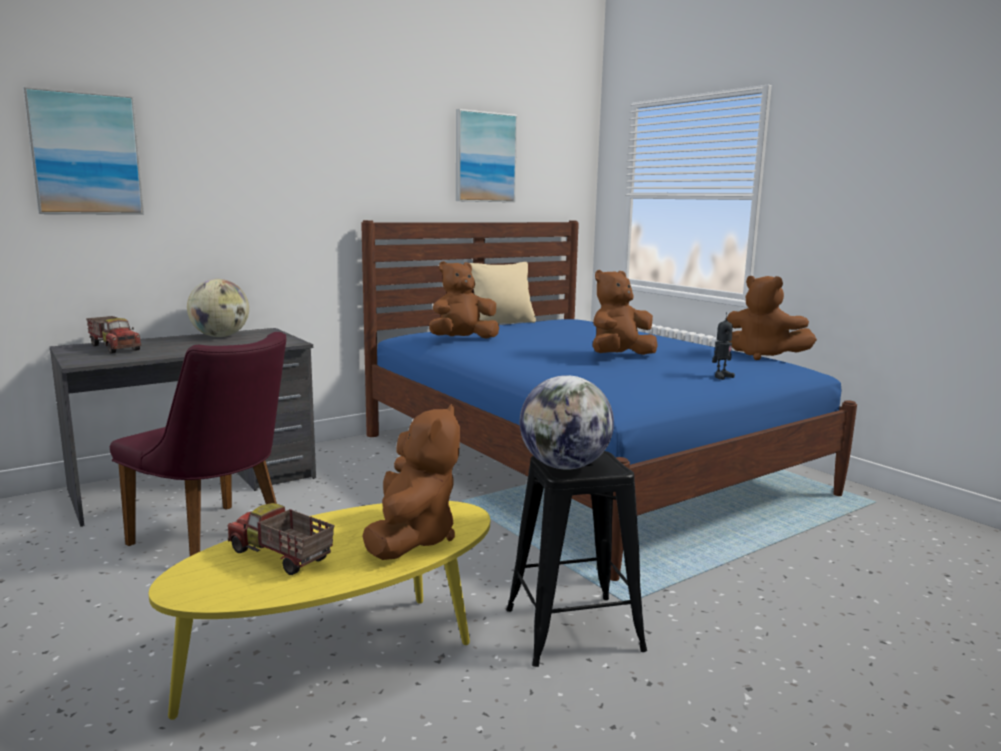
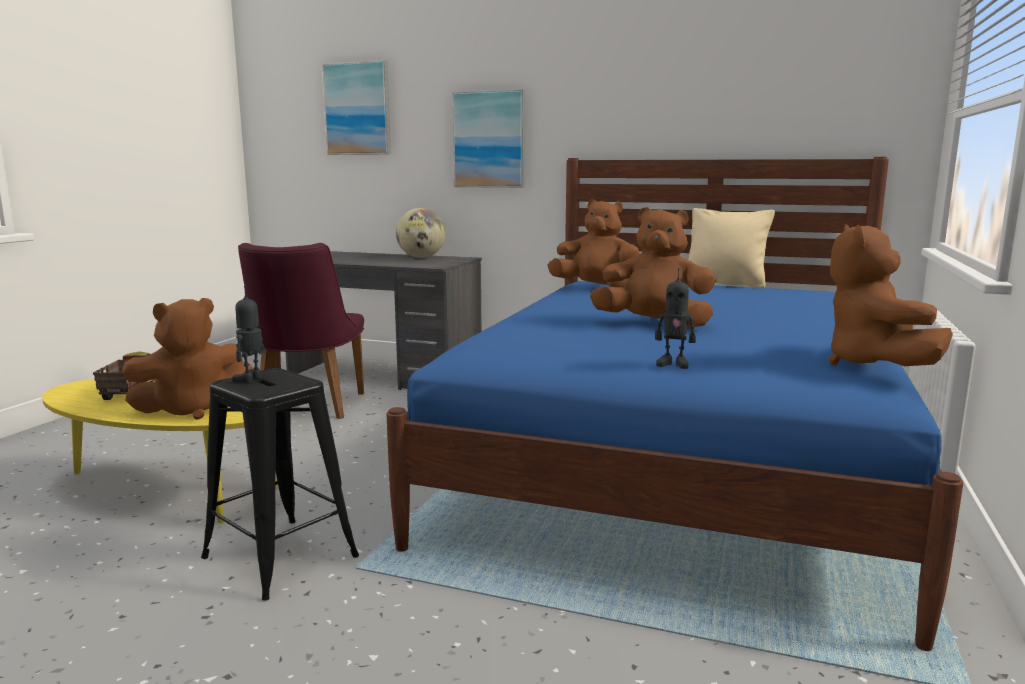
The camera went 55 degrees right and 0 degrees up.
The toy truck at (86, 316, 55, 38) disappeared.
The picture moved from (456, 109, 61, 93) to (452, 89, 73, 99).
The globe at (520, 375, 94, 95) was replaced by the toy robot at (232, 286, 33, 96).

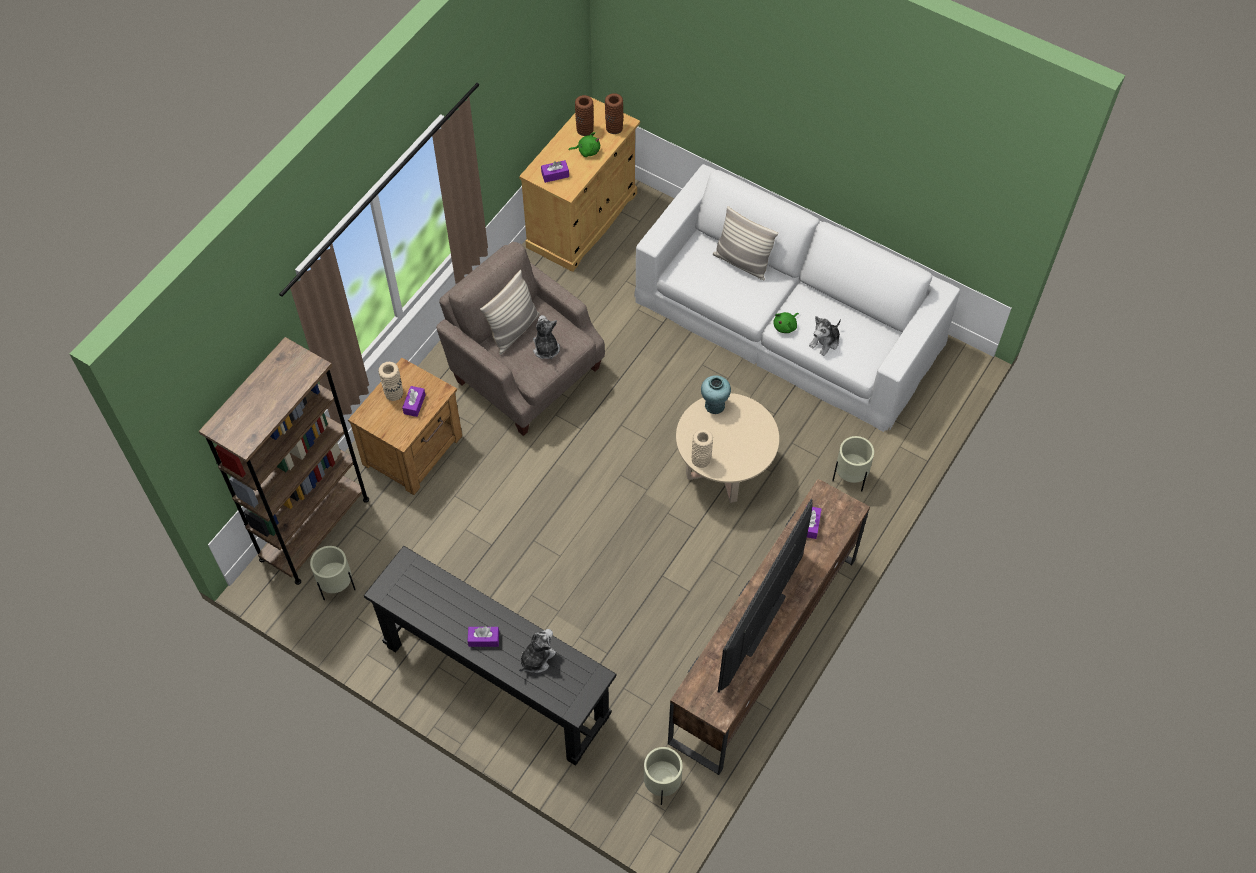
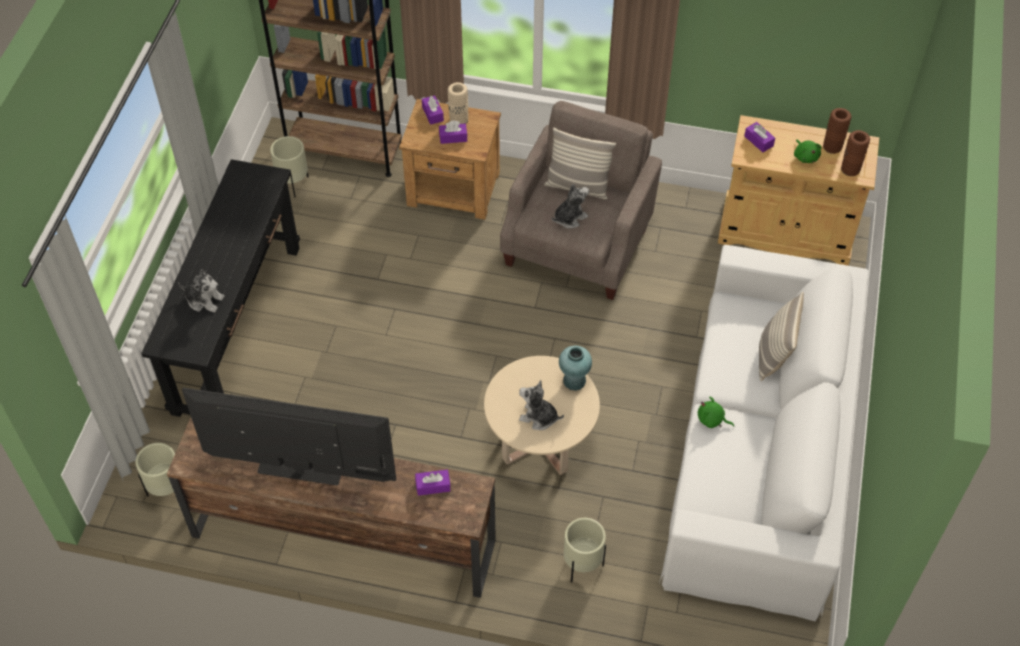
The camera went 70 degrees right and 5 degrees down.
The purple tissue box moved from (467, 627, 32, 20) to (422, 95, 22, 30).
The beige vase at (691, 429, 22, 39) disappeared.
The plush toy moved from (809, 316, 32, 40) to (519, 380, 45, 50).

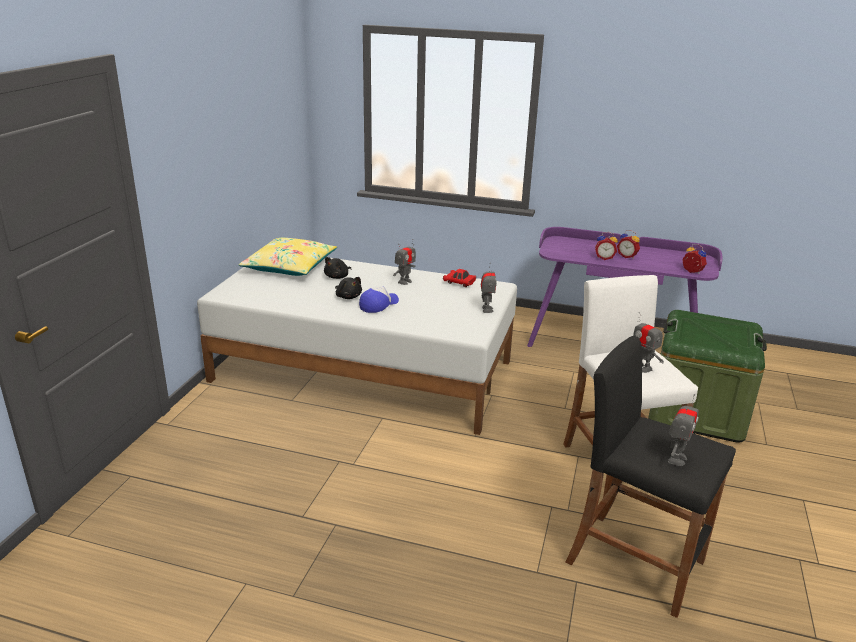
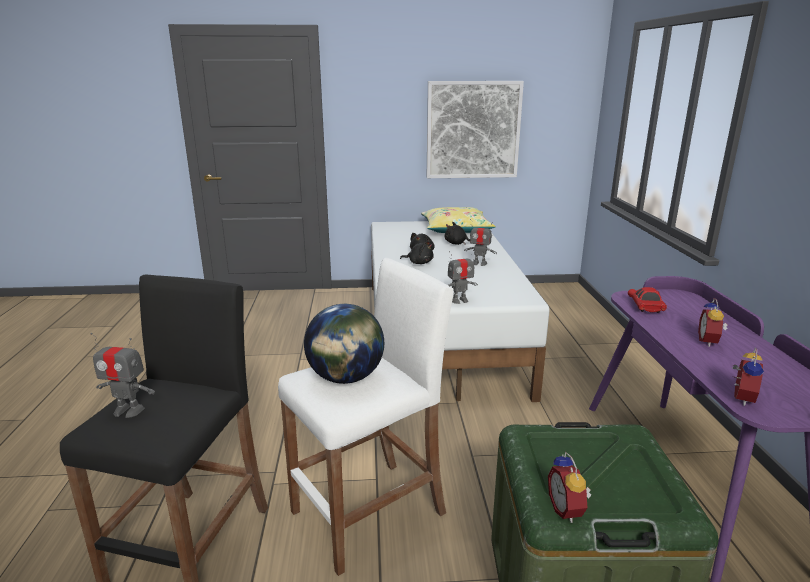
The camera went 70 degrees right and 5 degrees down.
The cap at (359, 287, 40, 26) was replaced by the black plush toy at (400, 241, 34, 23).
The red toy car moved from (443, 269, 33, 18) to (628, 287, 39, 26).
The alarm clock moved from (595, 232, 23, 28) to (548, 452, 43, 71).
The toy robot at (633, 312, 31, 61) was replaced by the globe at (304, 304, 80, 80).
The picture at (427, 81, 97, 97) appeared.

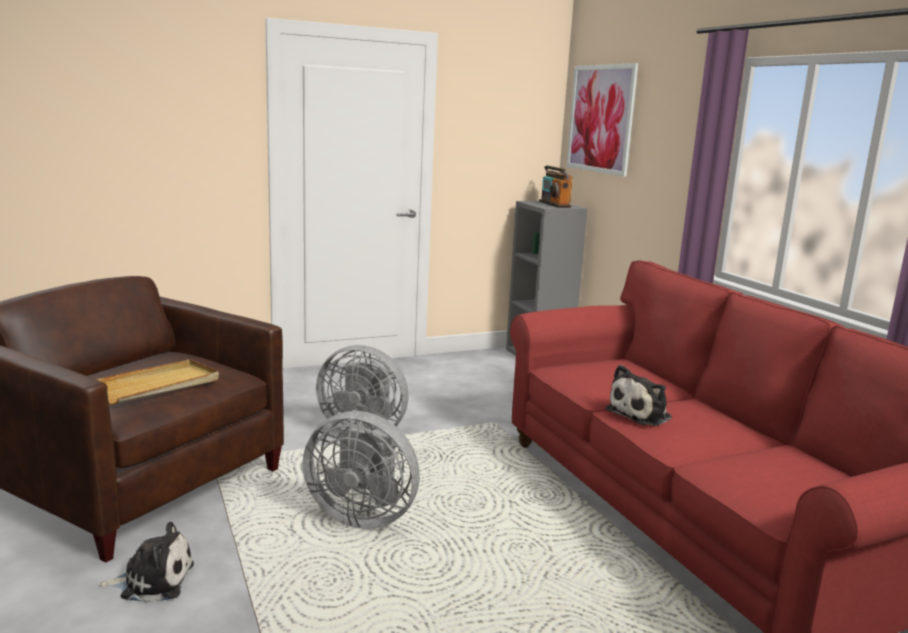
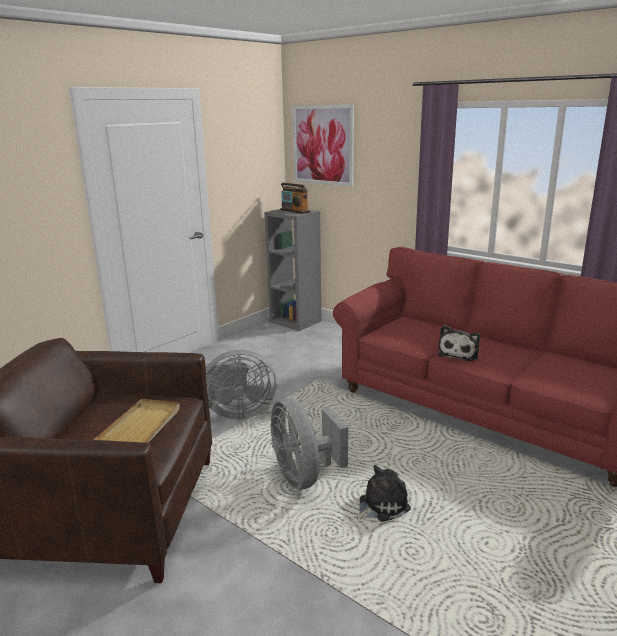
The camera went 25 degrees left and 5 degrees up.
The plush toy moved from (98, 522, 96, 81) to (356, 465, 55, 57).
The grey fan at (302, 411, 118, 118) turned 75 degrees clockwise.

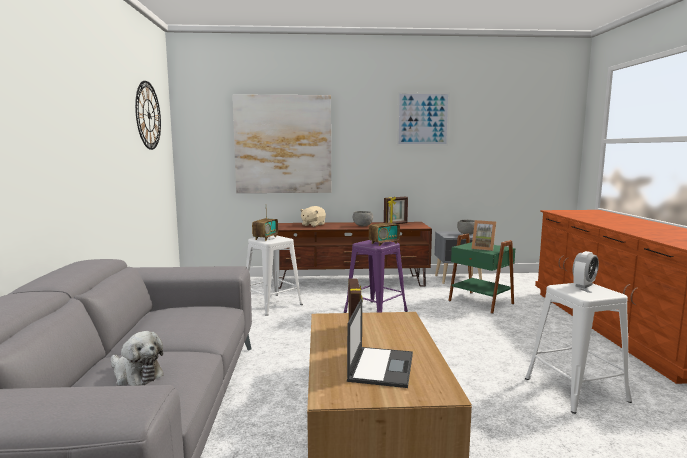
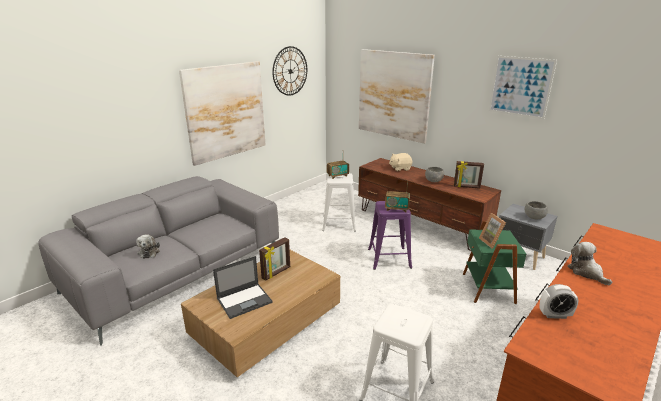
The camera went 45 degrees right and 15 degrees up.
The alarm clock moved from (573, 251, 26, 38) to (540, 284, 39, 35).
The picture at (179, 61, 86, 105) appeared.
The plush toy at (567, 242, 45, 43) appeared.

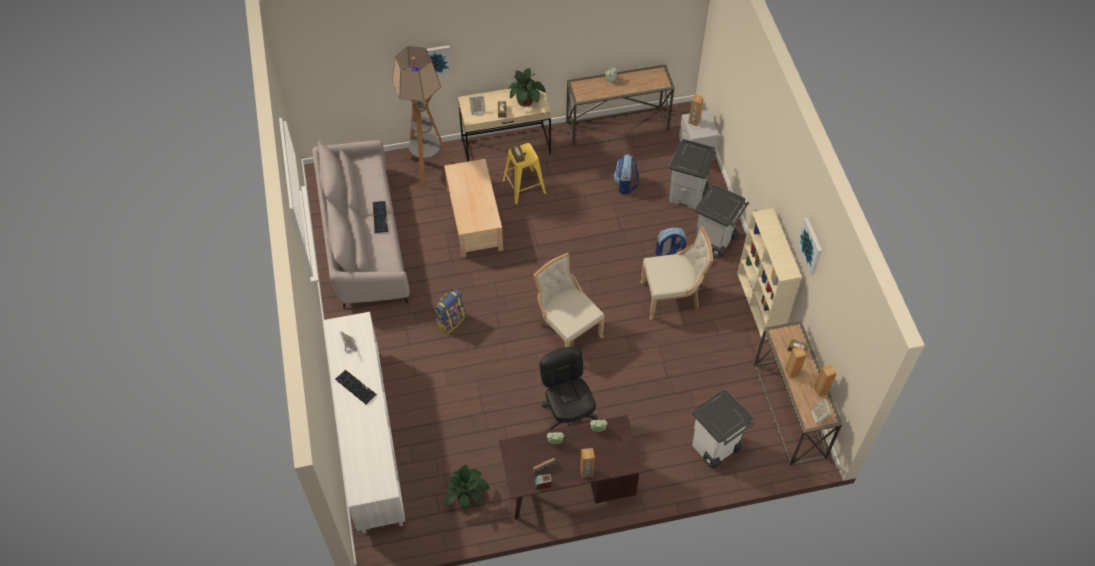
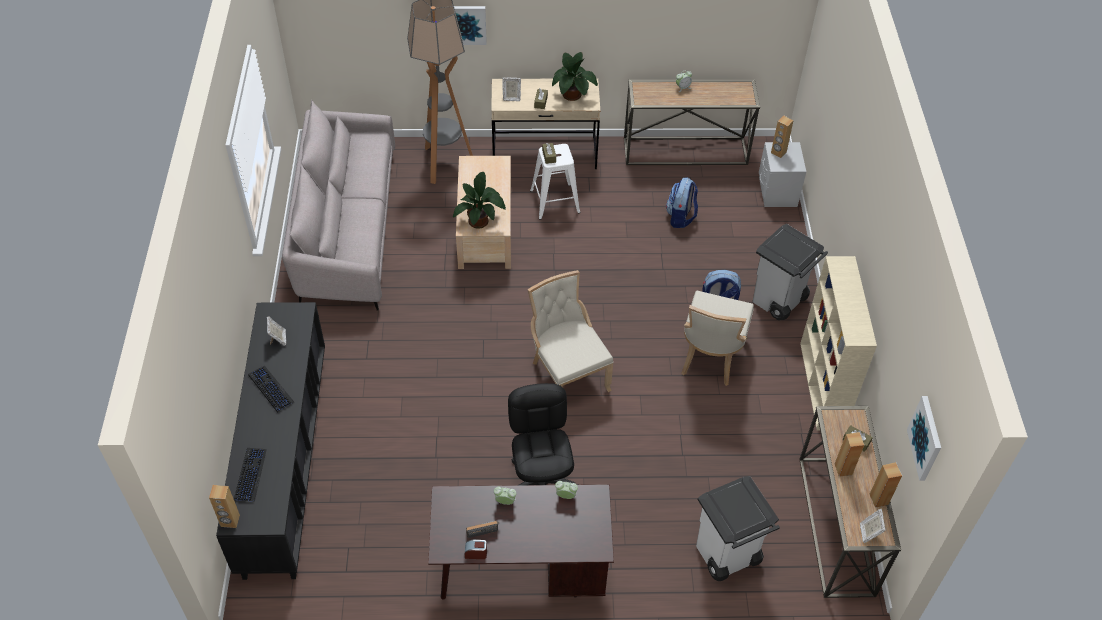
The camera went 10 degrees right and 5 degrees down.
The white cabinet at (324, 312, 81, 222) became the black cabinet at (216, 302, 109, 278).
The keyboard moved from (373, 201, 15, 32) to (234, 448, 32, 54).
The backpack at (435, 289, 31, 45) disappeared.
The potted plant moved from (445, 465, 44, 45) to (453, 172, 53, 57).
The yellow stool at (502, 143, 44, 62) became the white stool at (530, 144, 50, 76).
The brown speaker moved from (580, 448, 15, 30) to (209, 485, 31, 43).
The beige chair at (640, 226, 73, 94) turned 105 degrees clockwise.
The grey trash can at (669, 139, 47, 70) disappeared.
The picture moved from (797, 217, 25, 58) to (907, 396, 34, 85).

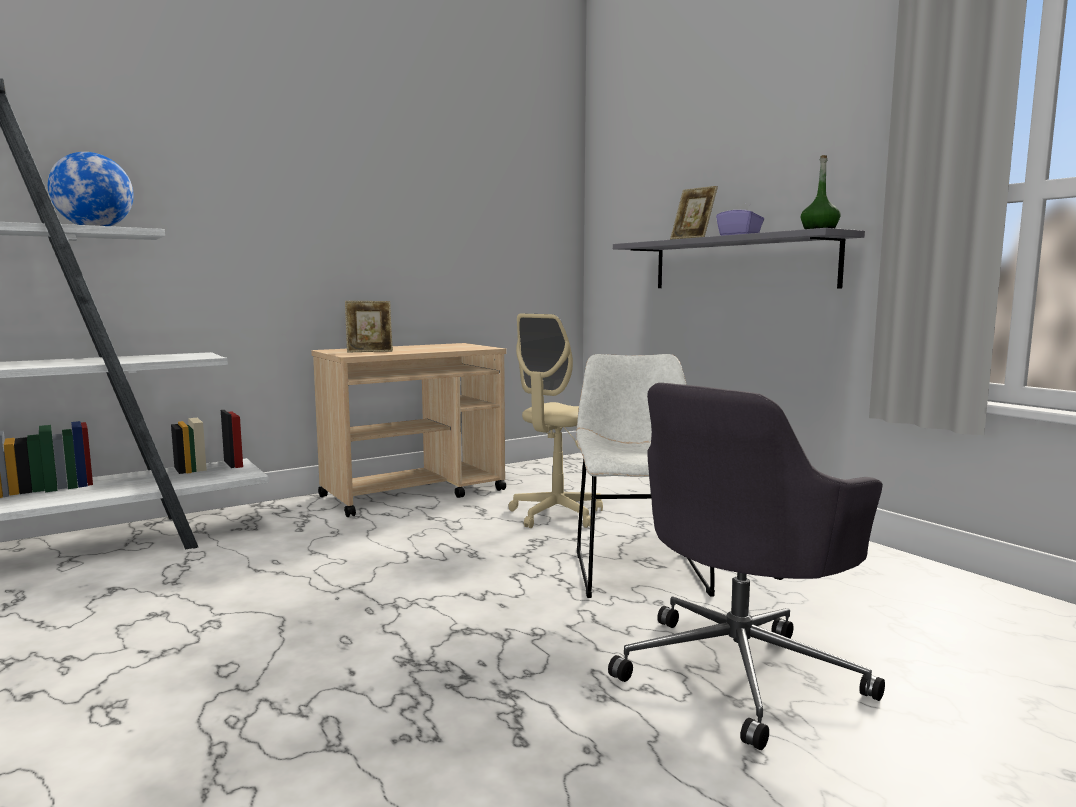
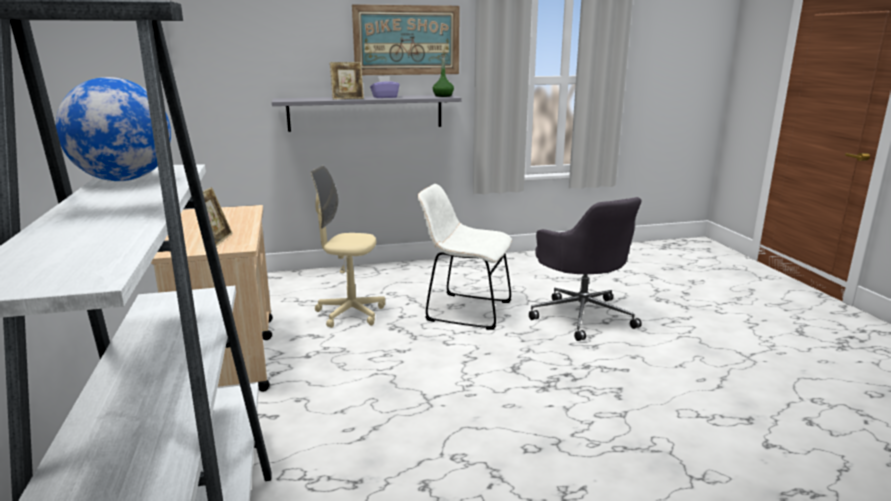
The camera went 70 degrees left and 10 degrees up.
The beige office chair at (508, 313, 95, 215) turned 135 degrees clockwise.
The picture at (352, 4, 108, 71) appeared.

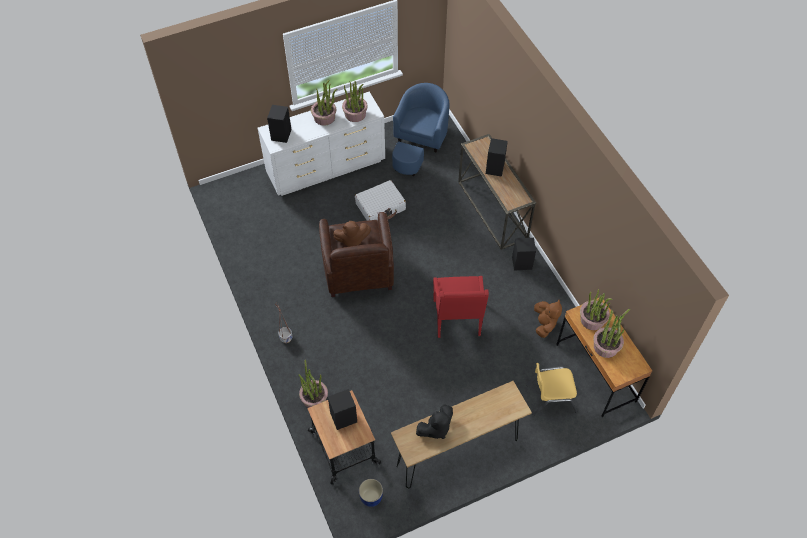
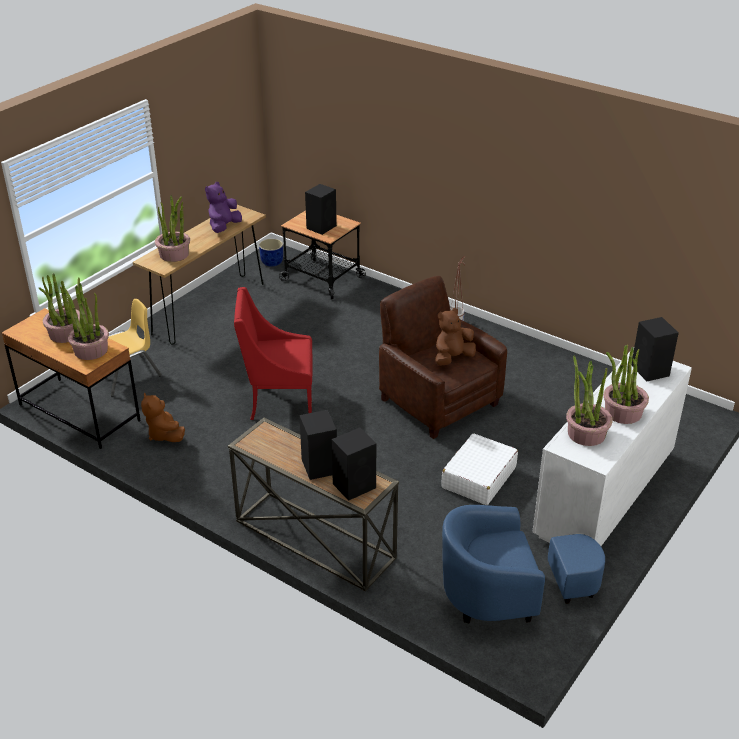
The camera went 150 degrees right and 20 degrees down.
The potted plant moved from (298, 360, 30, 48) to (155, 196, 35, 66).
The blue armchair at (392, 83, 58, 93) turned 90 degrees clockwise.
The black plush toy at (416, 404, 37, 35) became the purple plush toy at (205, 182, 37, 51).
The red armchair at (433, 276, 56, 62) turned 60 degrees counterclockwise.
The black speaker moved from (512, 238, 24, 33) to (332, 428, 44, 73).

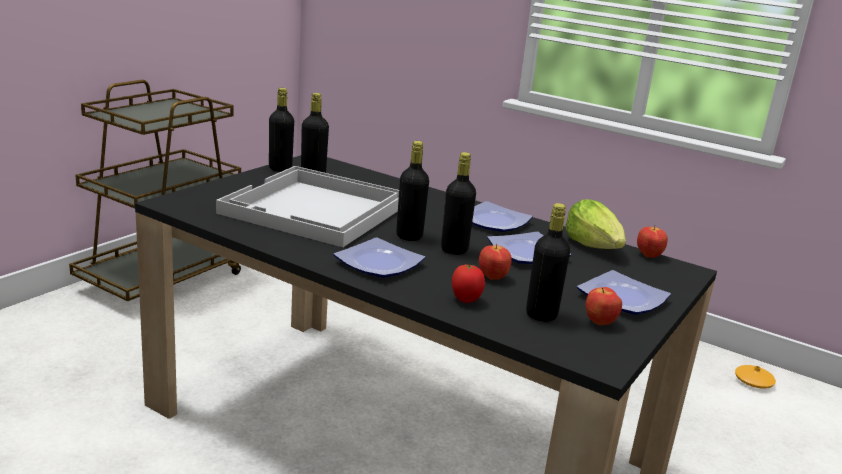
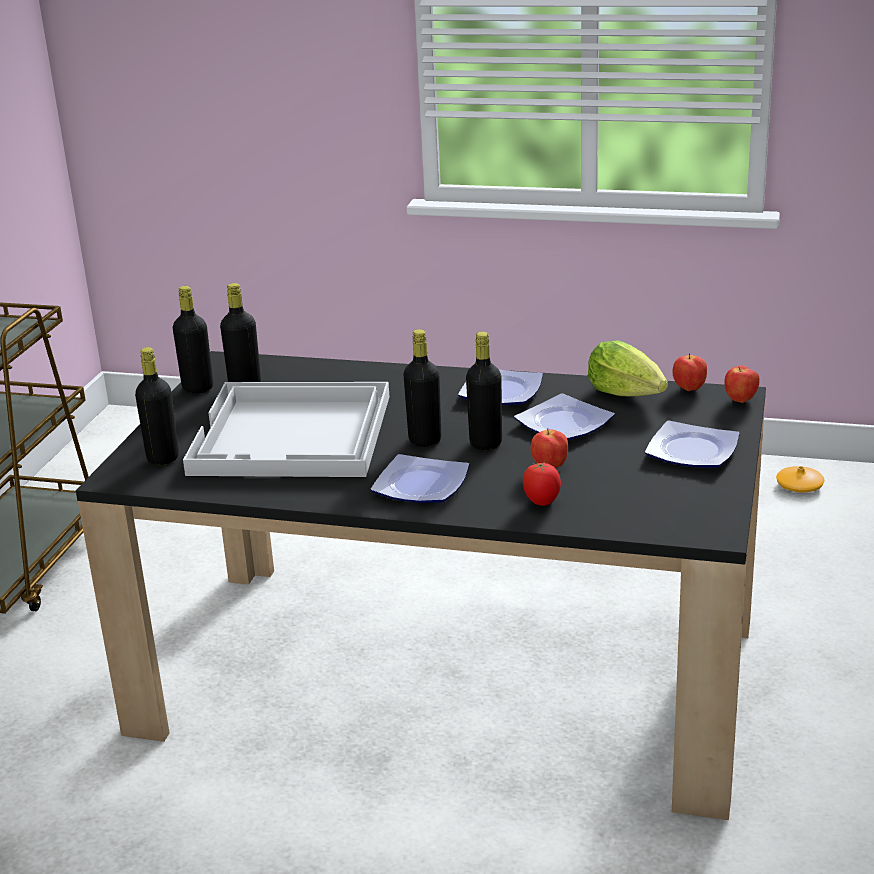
The camera went 15 degrees left and 5 degrees up.
The black bottle moved from (526, 203, 44, 119) to (135, 347, 44, 118).
The apple moved from (585, 287, 37, 39) to (724, 365, 36, 38).

